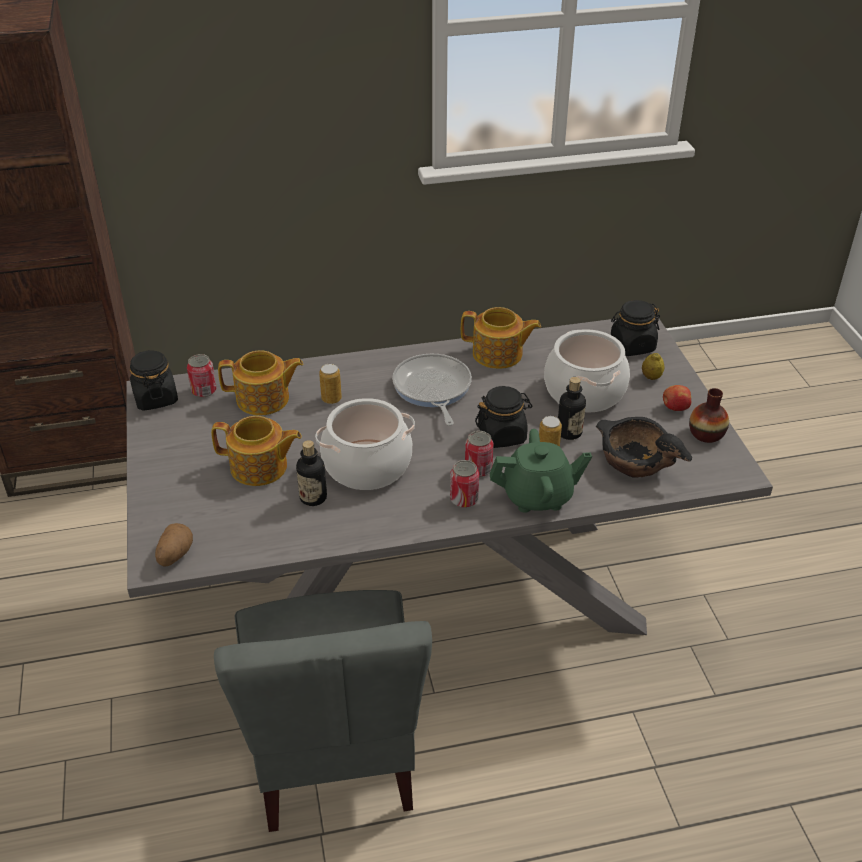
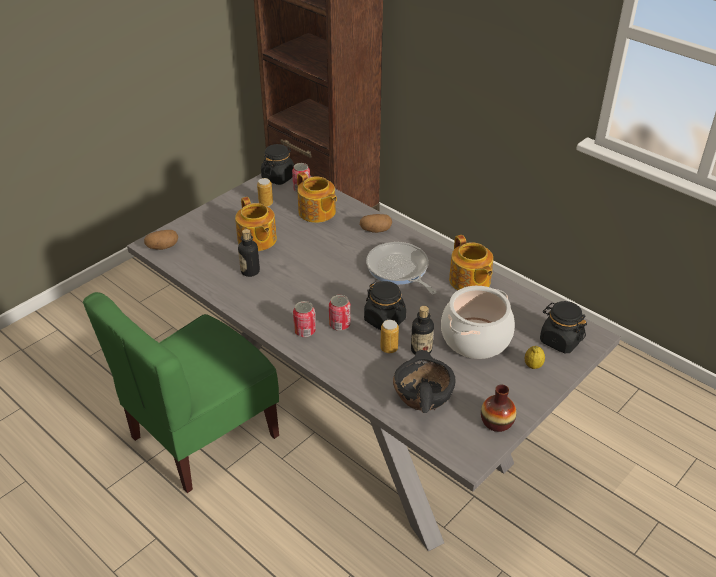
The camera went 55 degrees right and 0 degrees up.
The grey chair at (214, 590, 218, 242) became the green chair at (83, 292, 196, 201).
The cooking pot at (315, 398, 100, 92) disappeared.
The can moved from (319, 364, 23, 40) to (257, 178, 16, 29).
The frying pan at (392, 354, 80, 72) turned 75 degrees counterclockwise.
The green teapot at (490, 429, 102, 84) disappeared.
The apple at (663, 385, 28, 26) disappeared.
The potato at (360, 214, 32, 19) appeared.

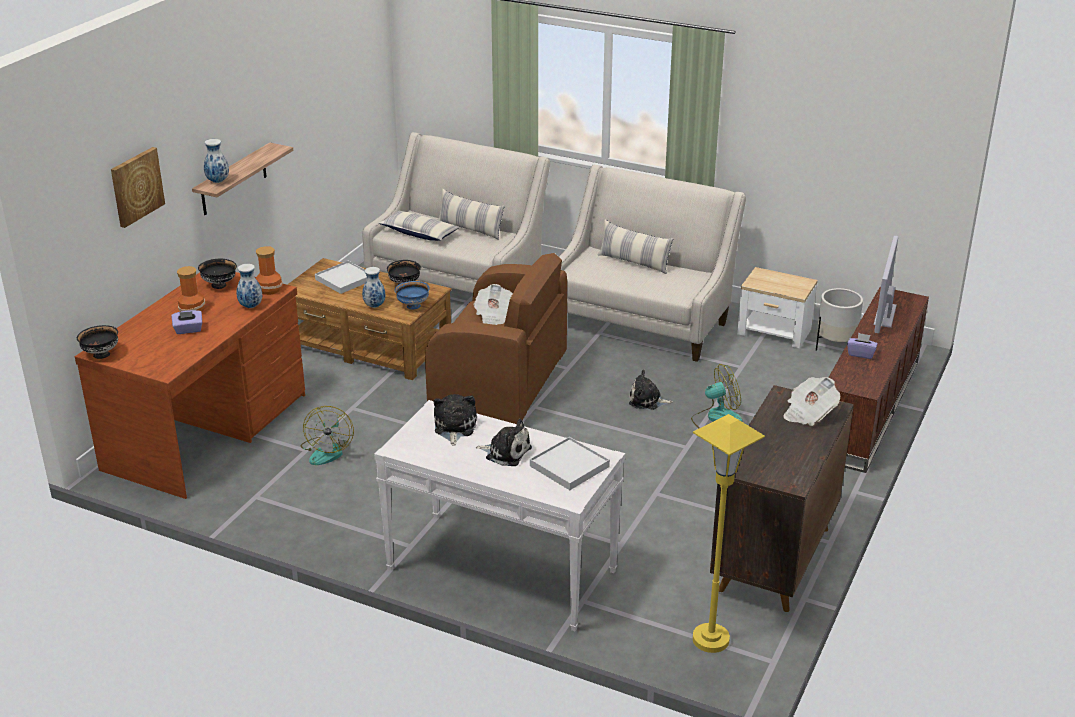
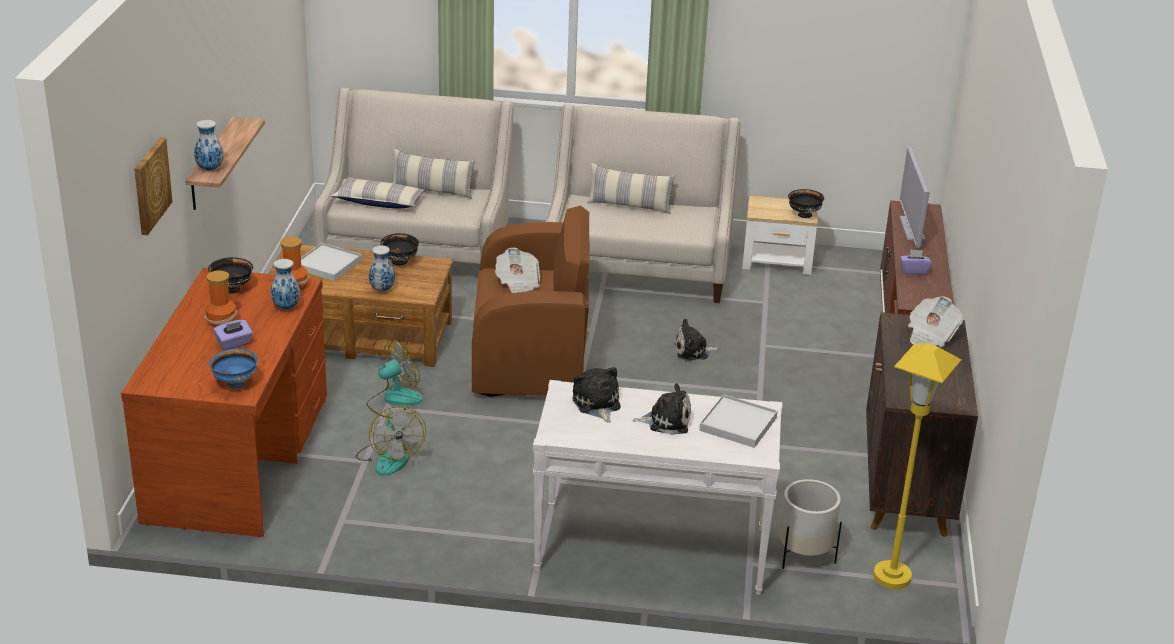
The camera went 20 degrees left and 0 degrees up.
The black bowl moved from (77, 325, 41, 34) to (788, 189, 36, 29).
The blue bowl moved from (395, 281, 35, 28) to (209, 349, 49, 40).
The fan moved from (691, 364, 51, 64) to (366, 339, 57, 79).
The white planter moved from (816, 288, 47, 63) to (779, 479, 63, 90).

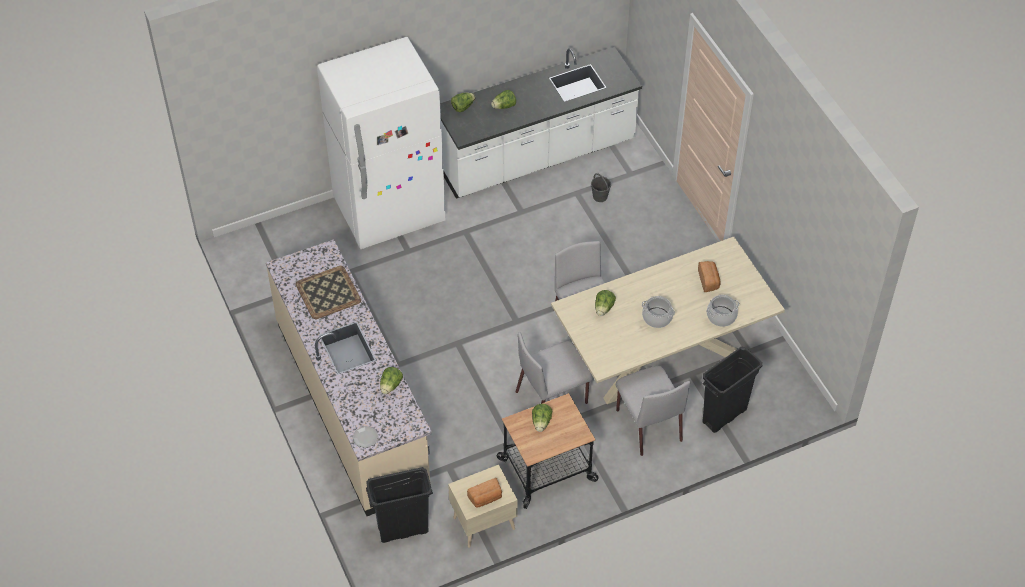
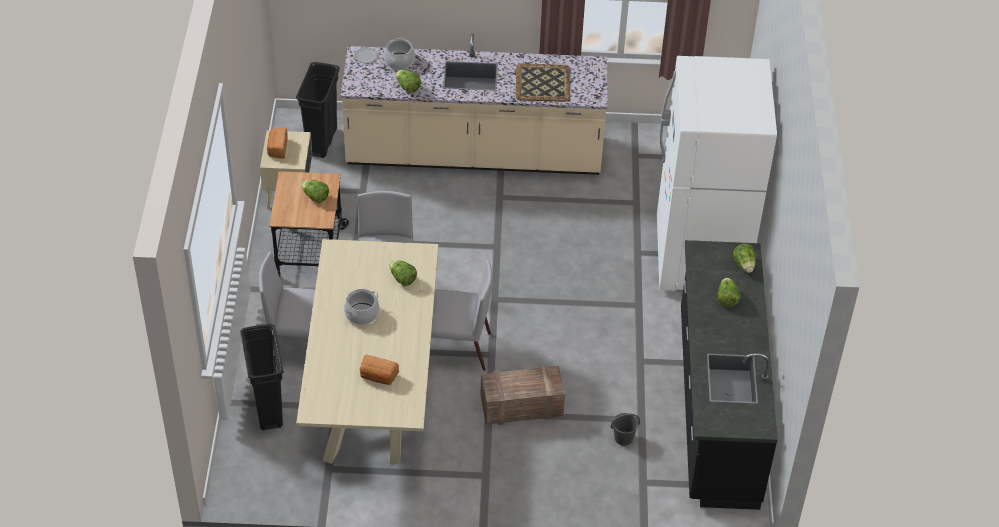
The camera went 115 degrees right and 5 degrees down.
The white counter at (440, 47, 202, 152) became the black counter at (681, 240, 97, 270).
The cooking pot moved from (707, 295, 32, 32) to (384, 37, 31, 33).
The crate at (480, 365, 85, 60) appeared.

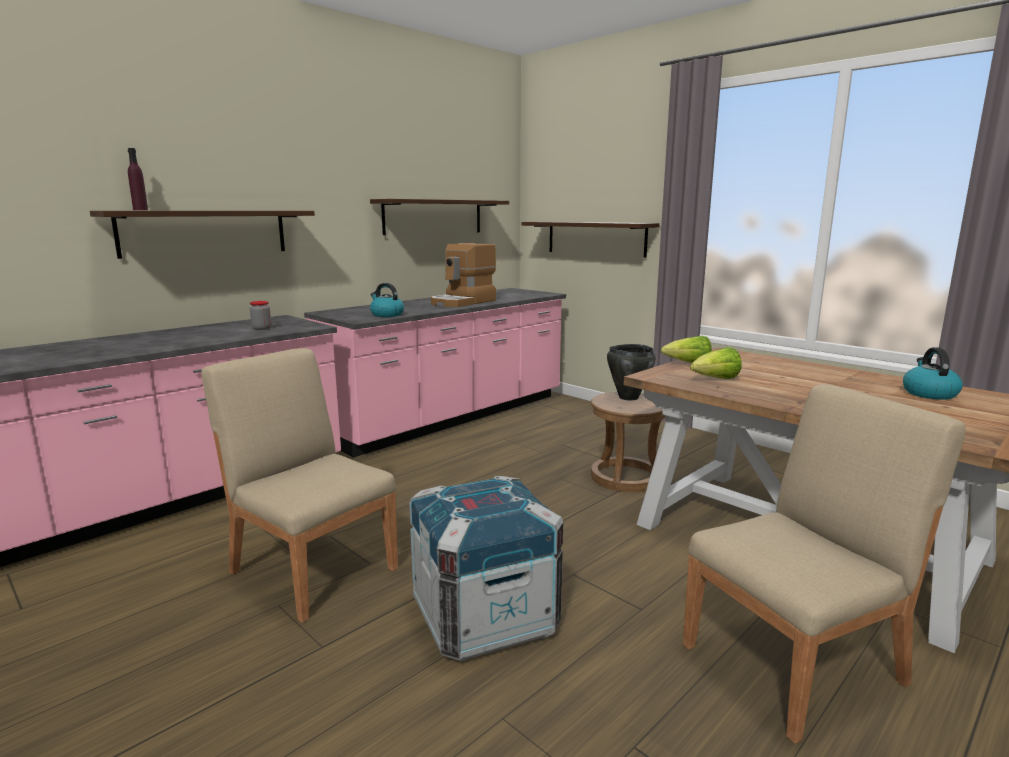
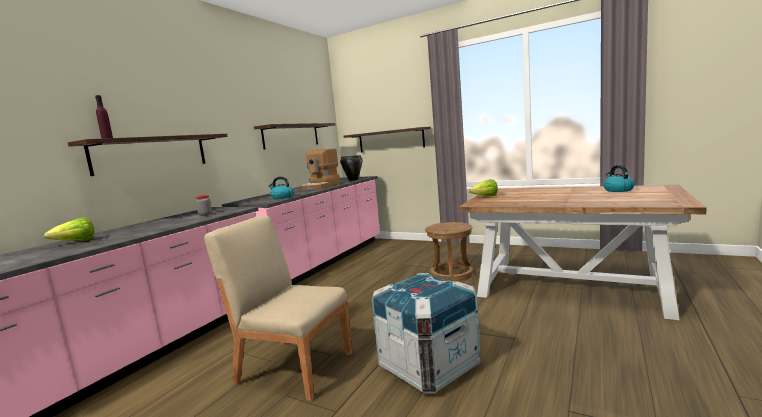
The camera went 15 degrees left and 5 degrees down.
The black cooking pot moved from (607, 344, 48, 56) to (340, 155, 23, 26).
The beige chair at (683, 384, 283, 360) disappeared.
The lettuce moved from (690, 347, 52, 32) to (44, 217, 50, 24).

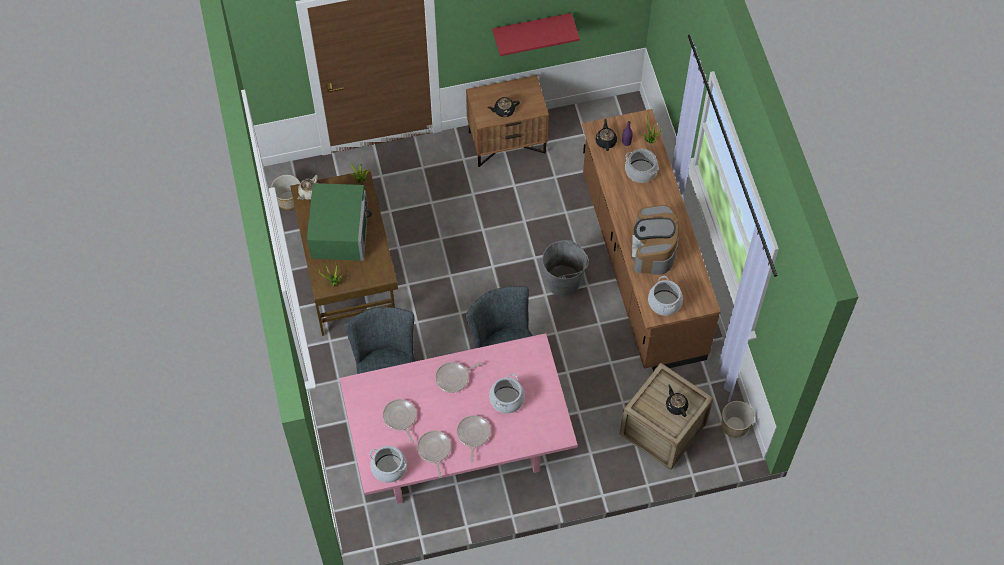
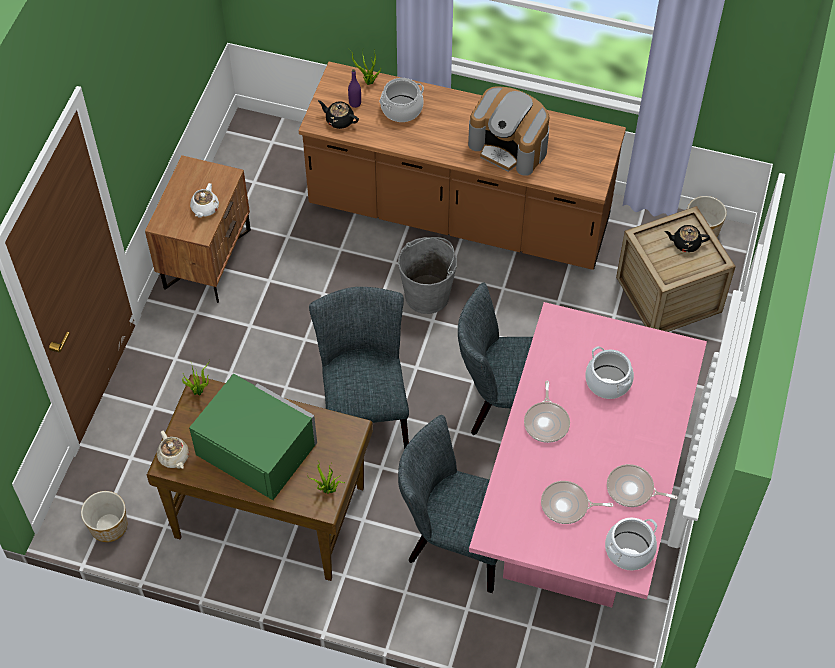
The camera went 60 degrees left and 5 degrees down.
The frying pan at (457, 415, 33, 48) disappeared.
The black teapot at (487, 97, 33, 20) became the white teapot at (190, 183, 29, 35).
The red shelf at (493, 13, 87, 43) disappeared.
The cooking pot at (648, 276, 35, 40) disappeared.
The grey chair at (309, 287, 100, 162) appeared.

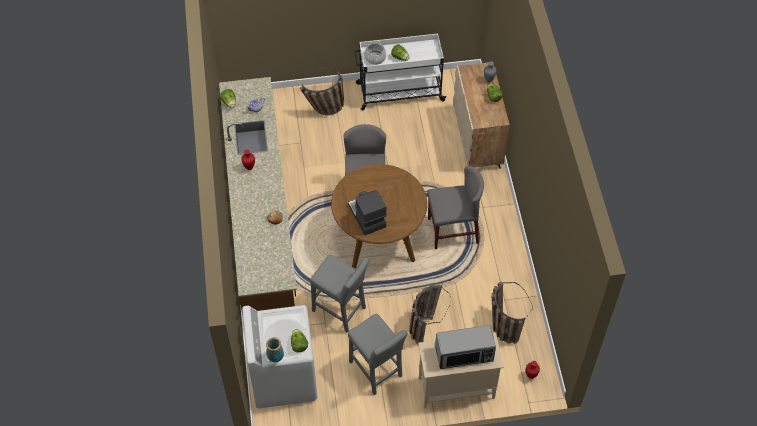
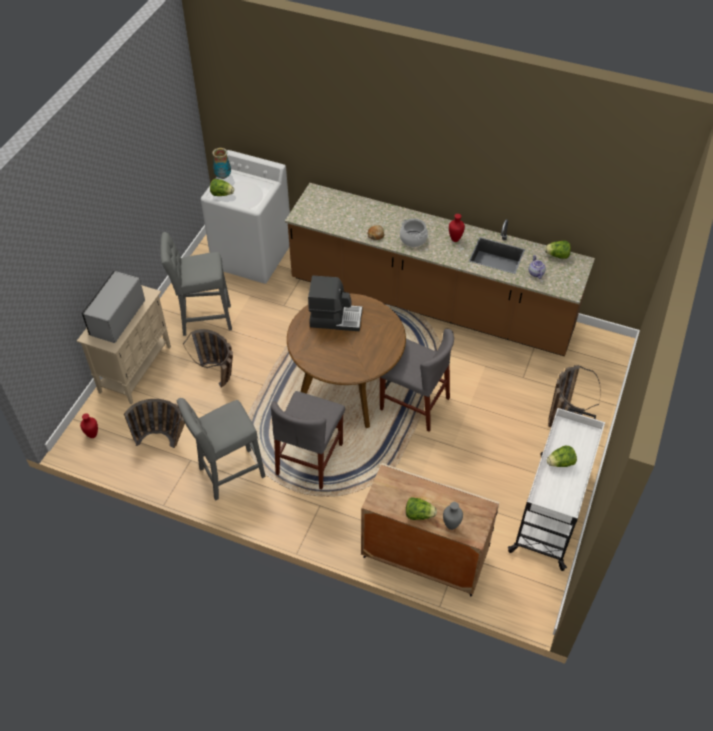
The camera went 120 degrees right and 5 degrees down.
The grey stool moved from (310, 255, 59, 78) to (177, 398, 89, 103).
The cooking pot moved from (364, 41, 22, 24) to (400, 218, 28, 29).

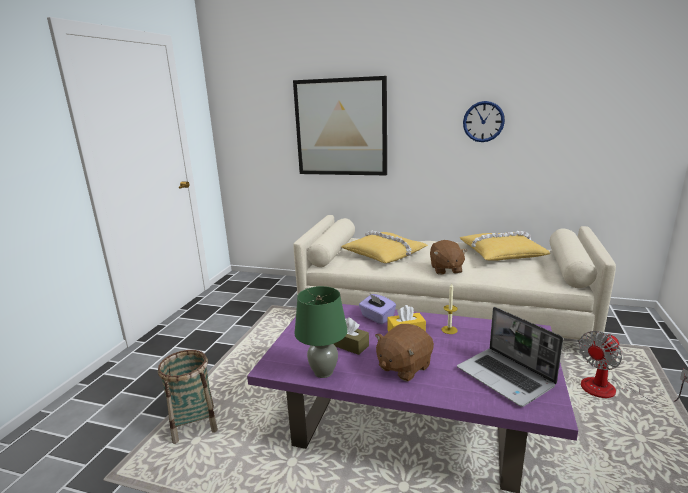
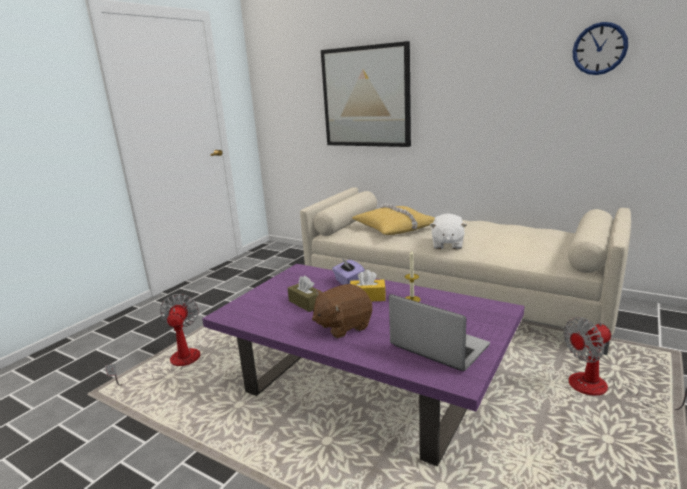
The camera went 15 degrees right and 0 degrees up.
The basket at (158, 350, 60, 94) was replaced by the fan at (105, 294, 95, 92).
The green table lamp at (294, 286, 54, 92) disappeared.
The brown plush toy at (430, 240, 37, 35) became the white plush toy at (430, 213, 37, 36).
The laptop at (457, 307, 106, 100) turned 150 degrees clockwise.
The yellow pillow at (460, 231, 90, 29) disappeared.
The wall clock moved from (463, 101, 42, 41) to (572, 22, 56, 53).

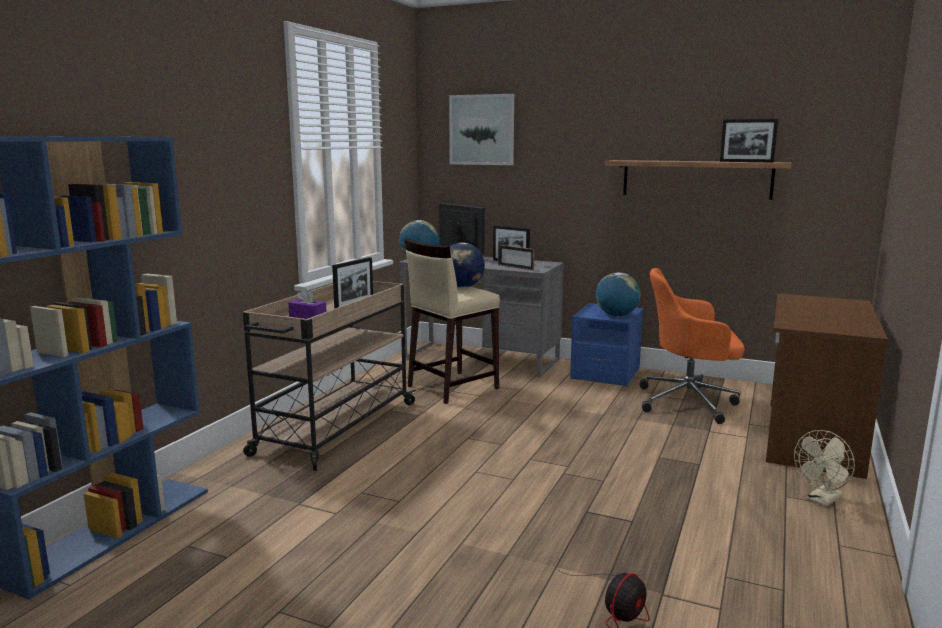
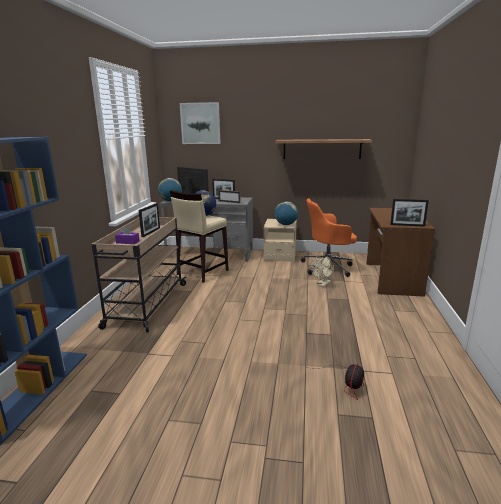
The camera went 15 degrees left and 5 degrees up.
The blue nightstand at (570, 303, 73, 84) became the beige nightstand at (263, 219, 34, 43).
The picture frame moved from (720, 119, 58, 43) to (390, 199, 39, 28).
The beige fan moved from (794, 430, 61, 77) to (311, 255, 23, 32).

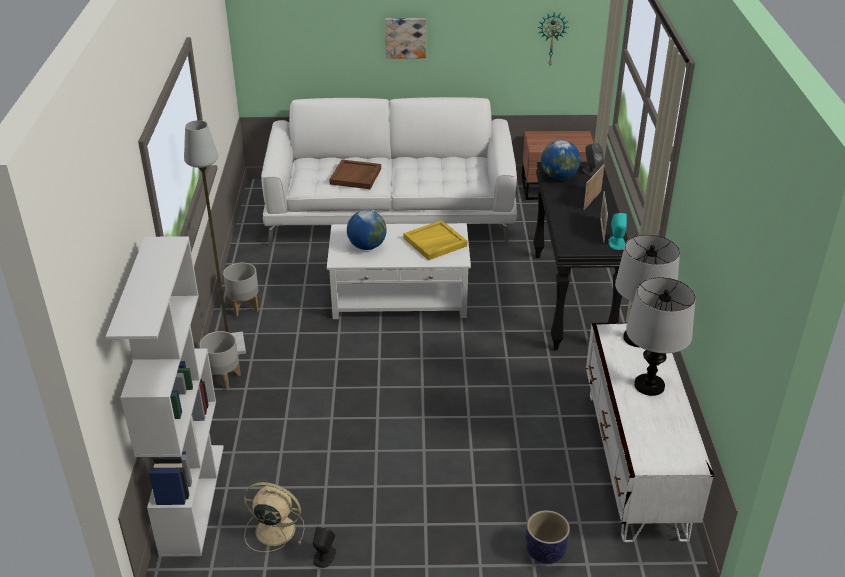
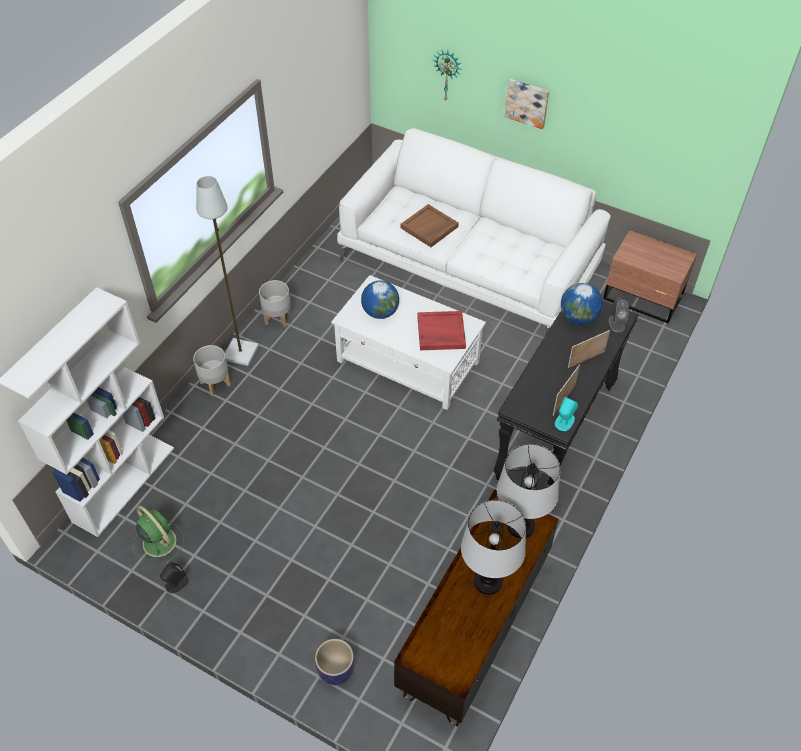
The camera went 30 degrees right and 15 degrees up.
The beige fan at (243, 482, 62, 70) became the green fan at (133, 506, 51, 58).
The yellow tray at (404, 220, 63, 40) became the red tray at (417, 311, 49, 39).
The wall clock moved from (537, 12, 32, 53) to (433, 50, 29, 52).
The white tv stand at (586, 323, 128, 219) became the brown tv stand at (394, 489, 165, 238).

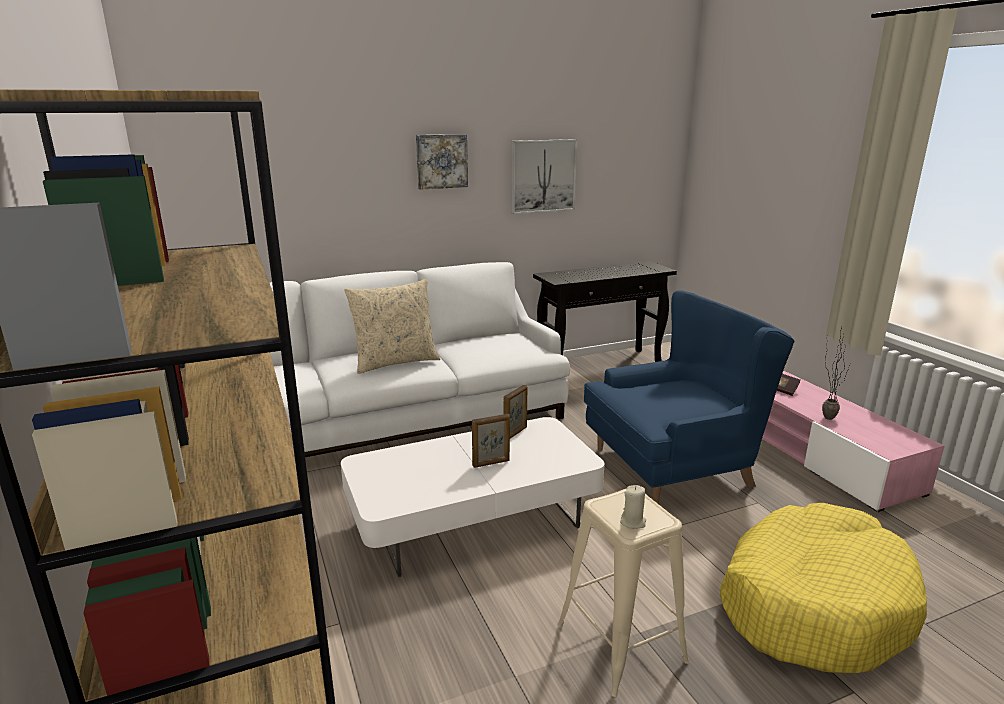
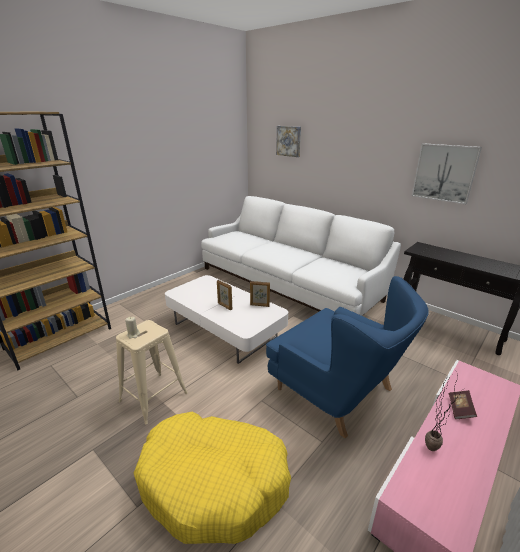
The camera went 65 degrees right and 5 degrees up.
The beige pillow at (345, 279, 95, 95) disappeared.
The picture moved from (416, 134, 52, 56) to (276, 126, 25, 31).

